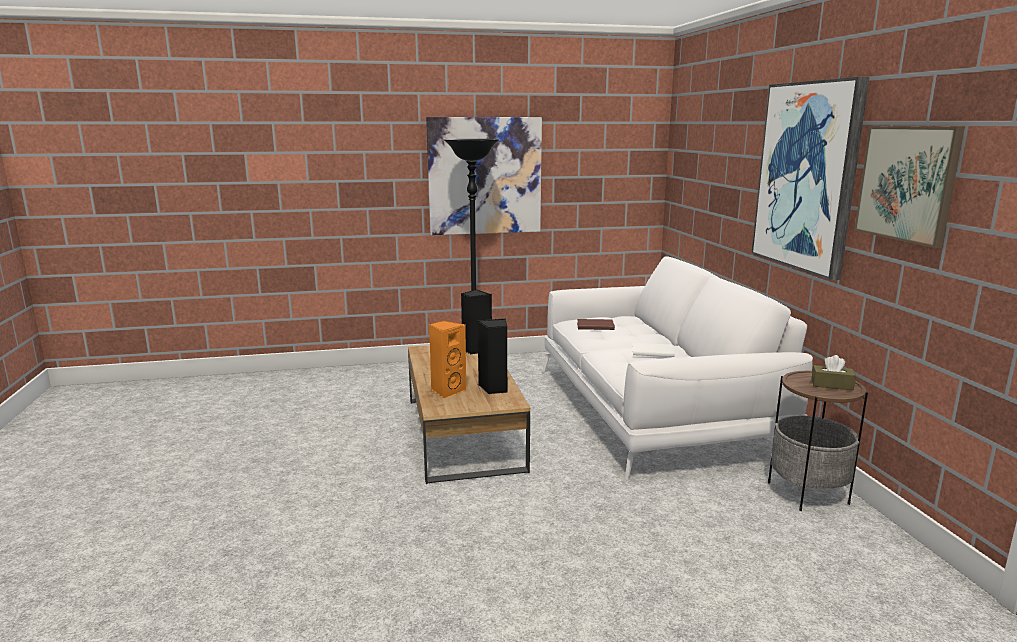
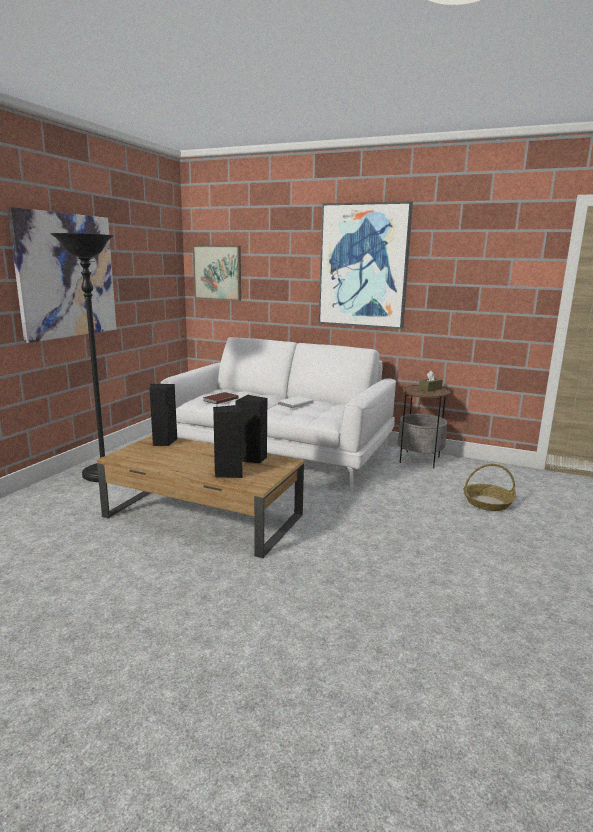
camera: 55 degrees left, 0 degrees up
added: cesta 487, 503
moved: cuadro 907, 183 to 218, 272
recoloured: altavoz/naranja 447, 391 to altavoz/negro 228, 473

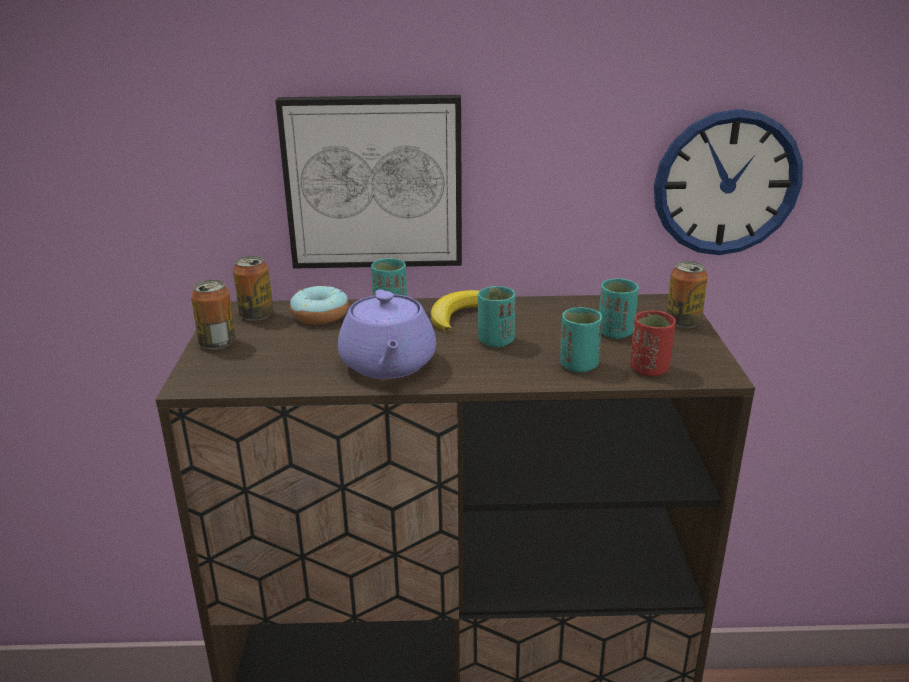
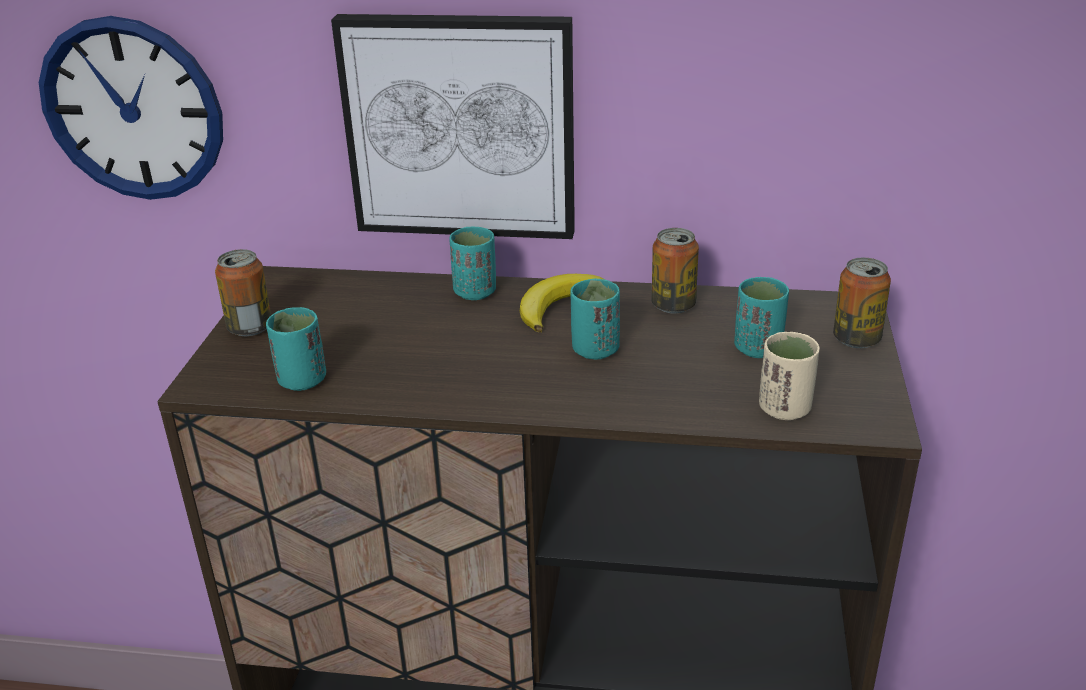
camera: 10 degrees right, 5 degrees up
removed: rosquilla 320, 315; tetera/morado 388, 365
moved: reloj de pared 726, 184 to 133, 110; taza/turquesa 578, 365 to 302, 380; lata 256, 315 to 673, 305
recoloured: taza/rojo 649, 369 to taza/beis 784, 409

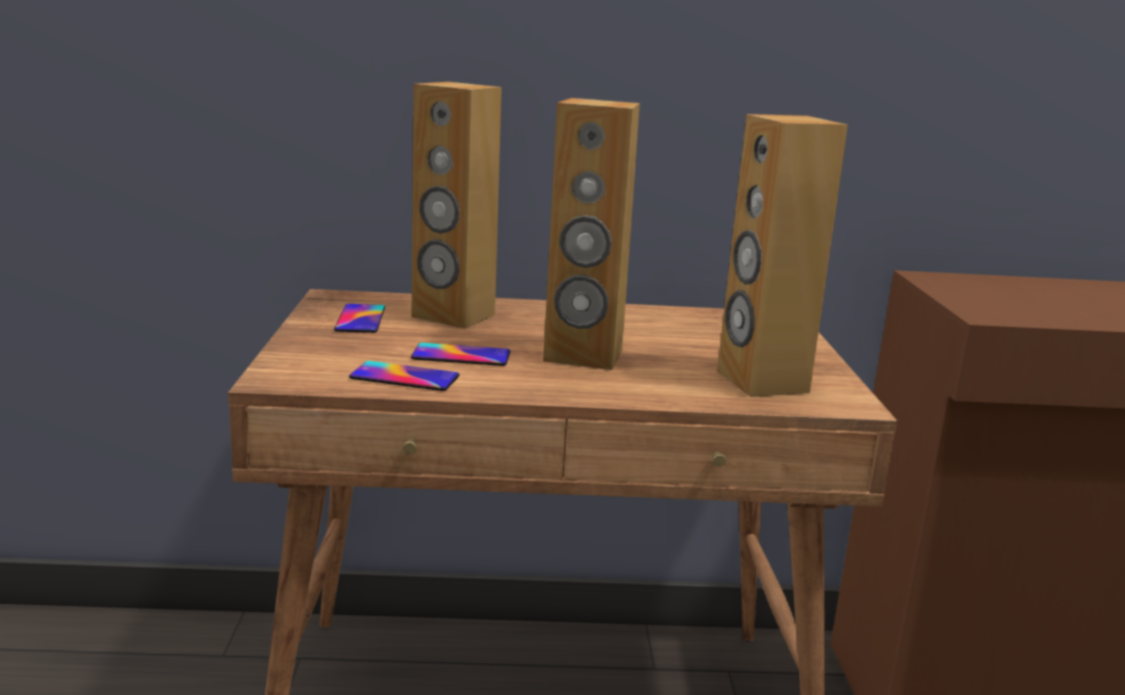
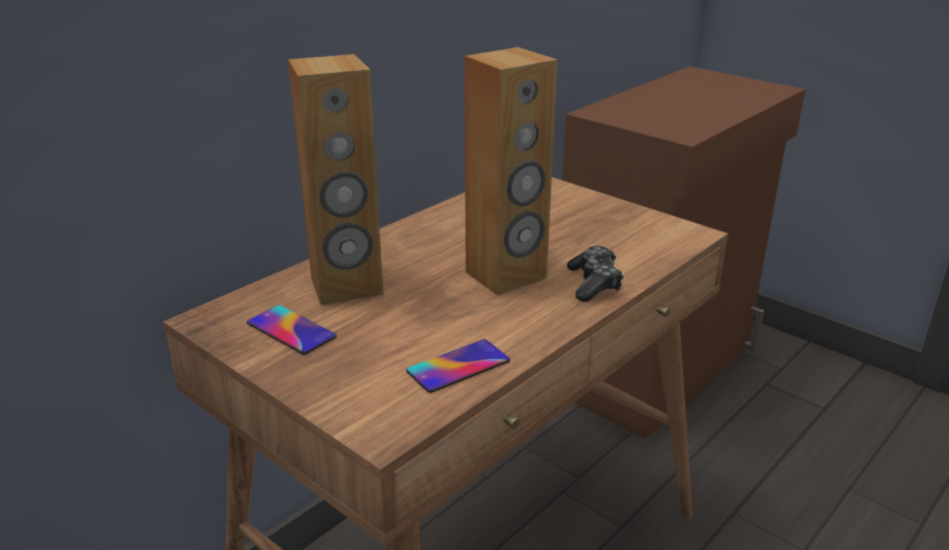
camera: 45 degrees left, 10 degrees up
removed: móvil 461, 356; altavoz/marrón 761, 382
added: mando de consola 594, 284

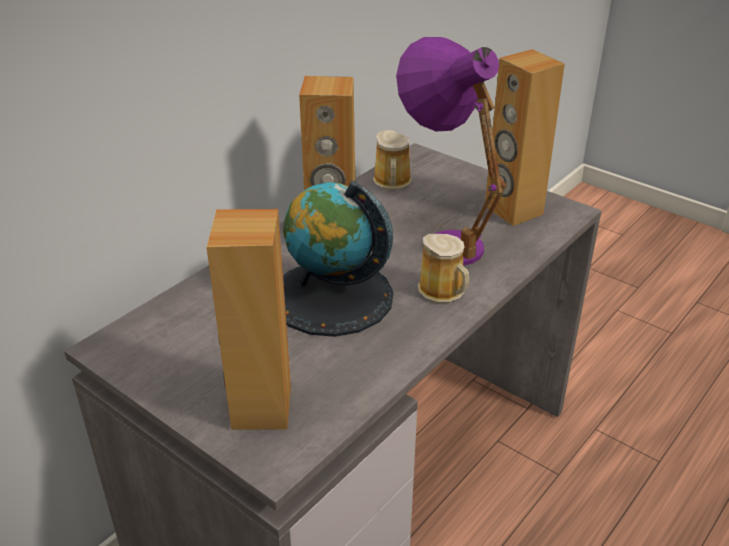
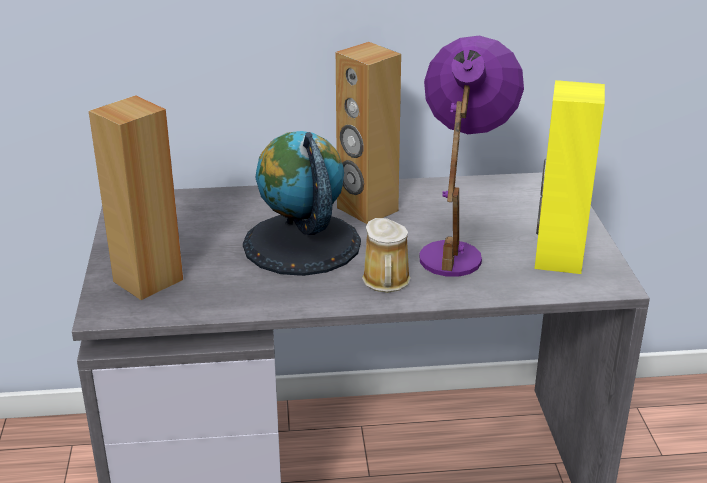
camera: 45 degrees right, 5 degrees down
removed: taza grande 392, 182
recoloured: altavoz/marrón 513, 210 to altavoz/amarillo 557, 258

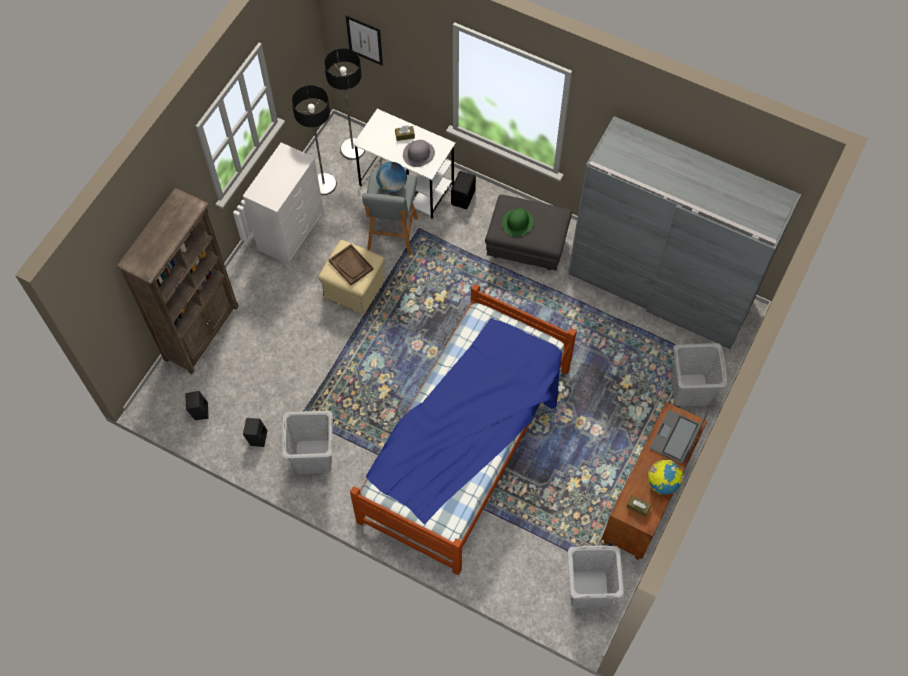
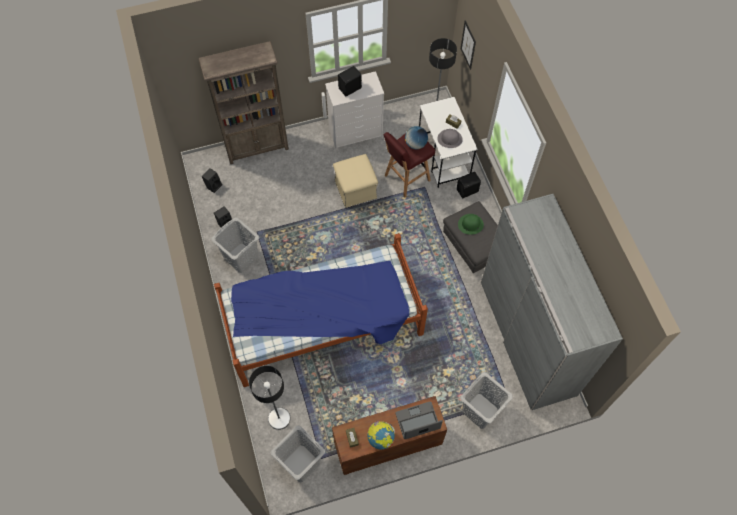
camera: 45 degrees right, 0 degrees up
removed: bandeja/marrón 351, 265
added: altavoz/negro 350, 88
moved: lámpara de pie 323, 184 to 279, 418
recoloured: taburete/gris 392, 235 to taburete/rojo 406, 178

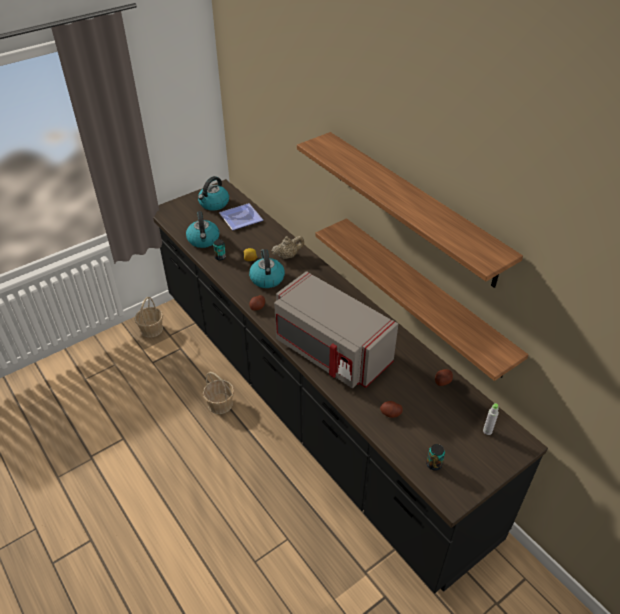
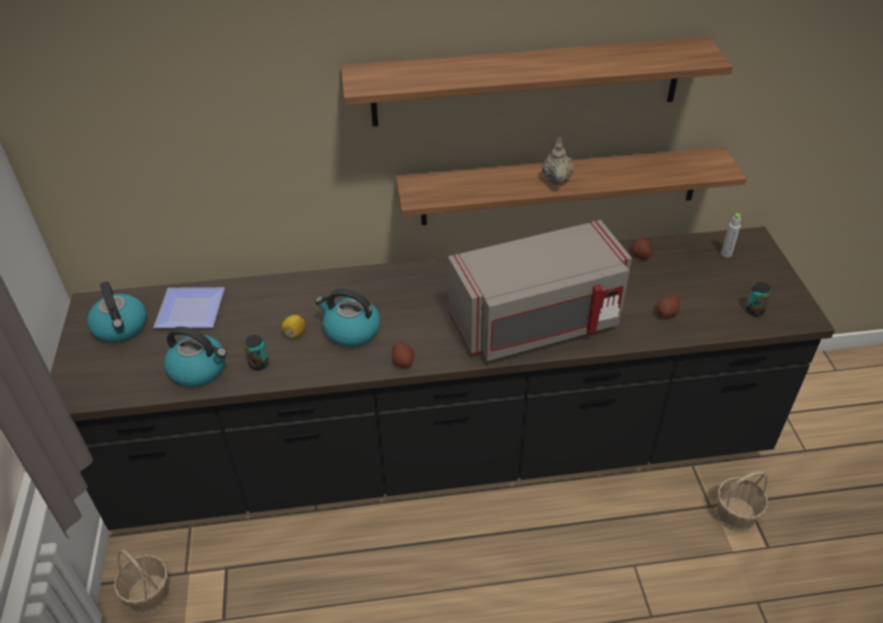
camera: 60 degrees left, 0 degrees up
moved: tetera/beis 288, 256 to 556, 178; cesta 220, 404 to 735, 515

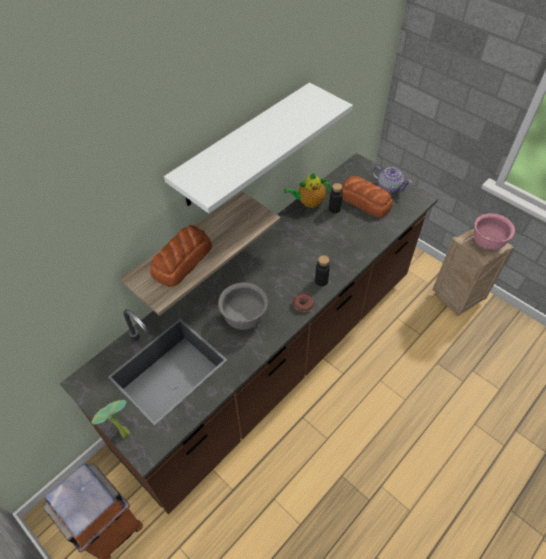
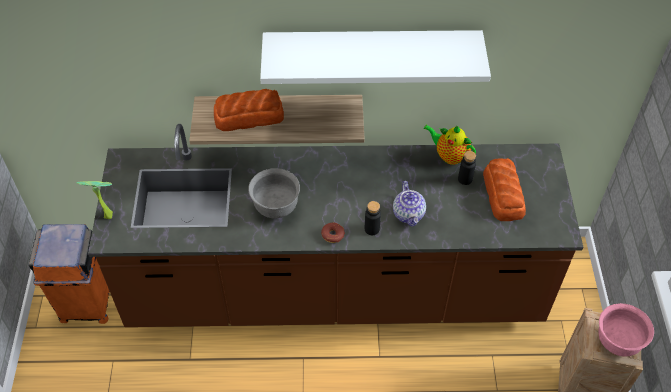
camera: 45 degrees right, 0 degrees up
moved: tetera 389, 187 to 409, 214

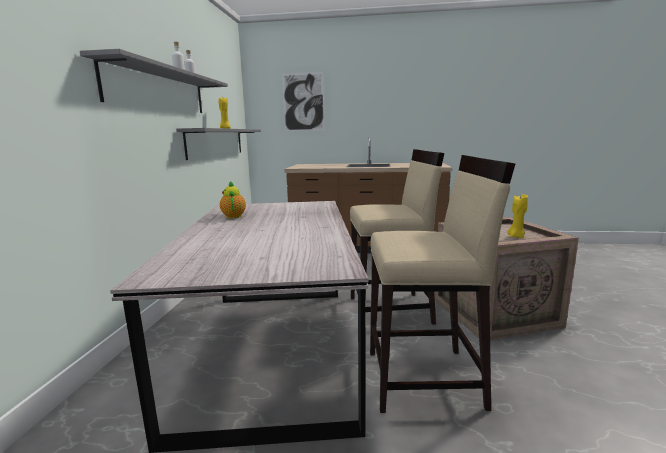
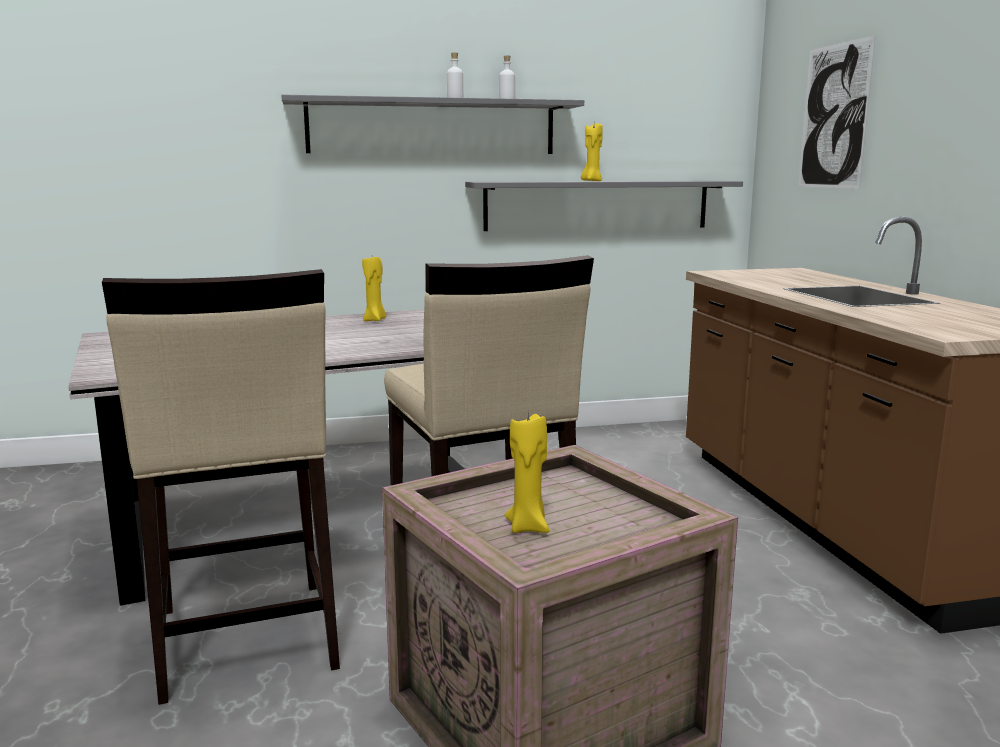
camera: 70 degrees right, 0 degrees up
replaced: tetera 233, 216 to vela/amarillo 375, 320

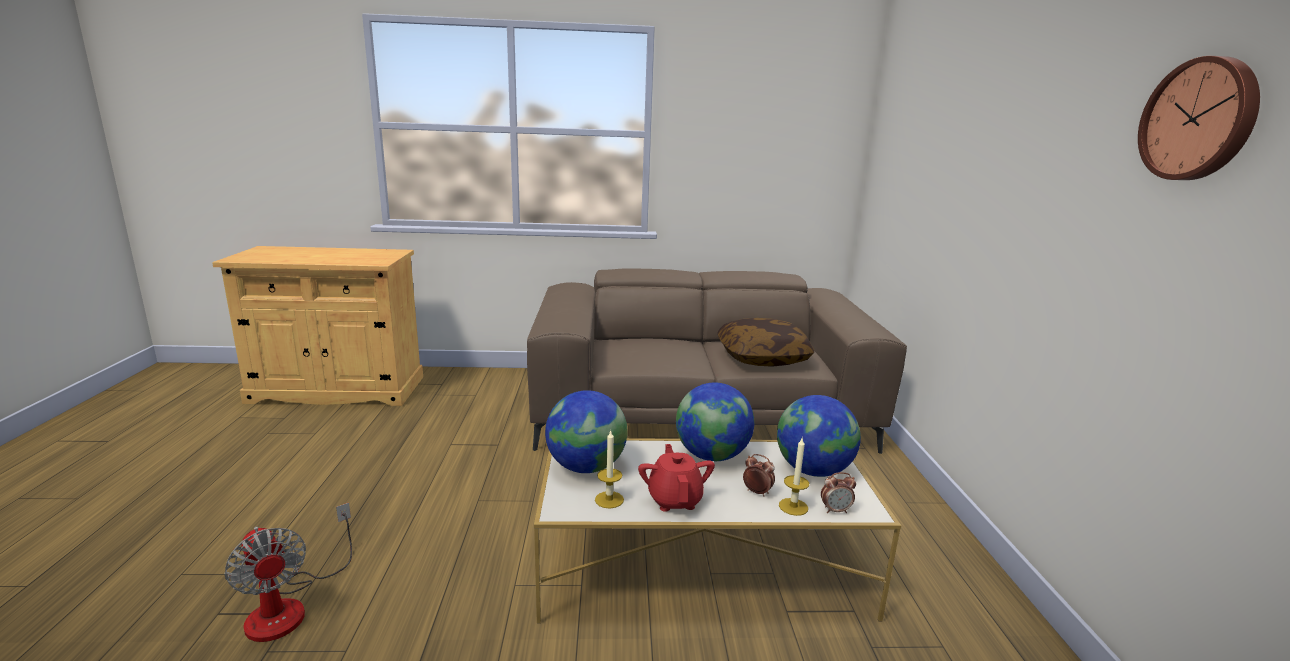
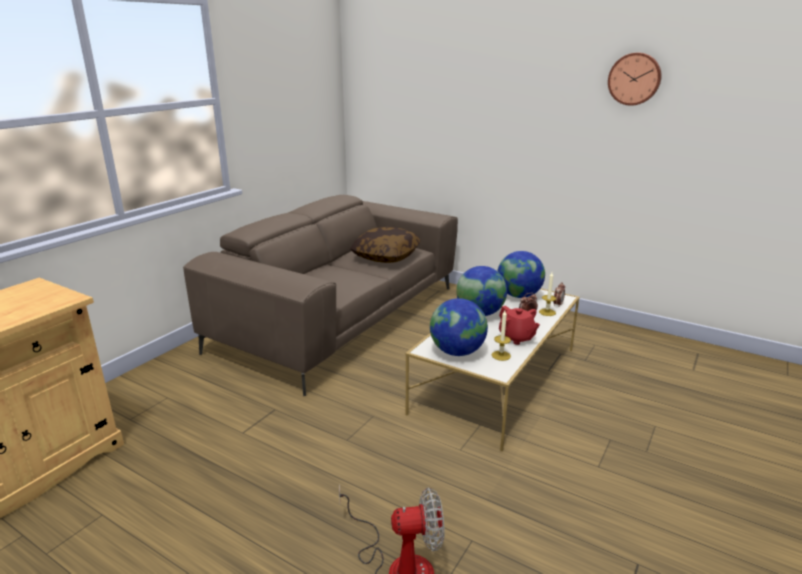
camera: 55 degrees left, 5 degrees up
turned: tetera/rojo 675, 500 = 516, 338 150 degrees counterclockwise

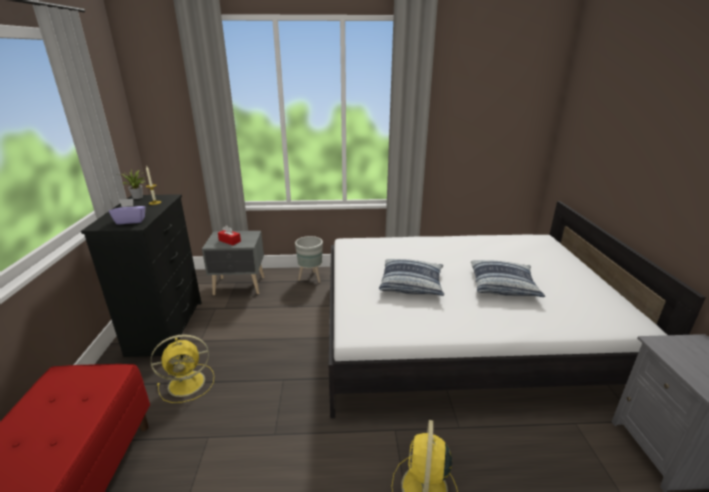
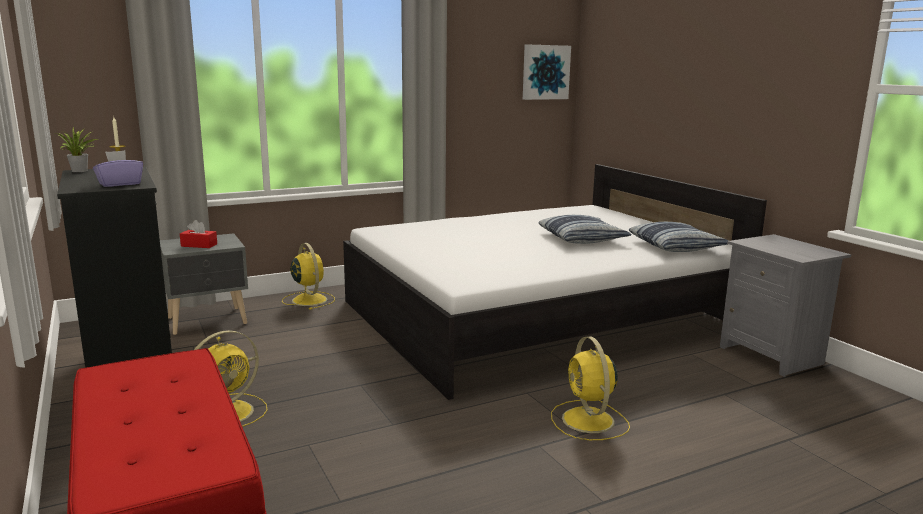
camera: 25 degrees left, 10 degrees down
added: cuadro 545, 72
moved: cojín 412, 284 to 676, 246
replaced: maceta/gris 310, 278 to ventilador/amarillo 309, 300

